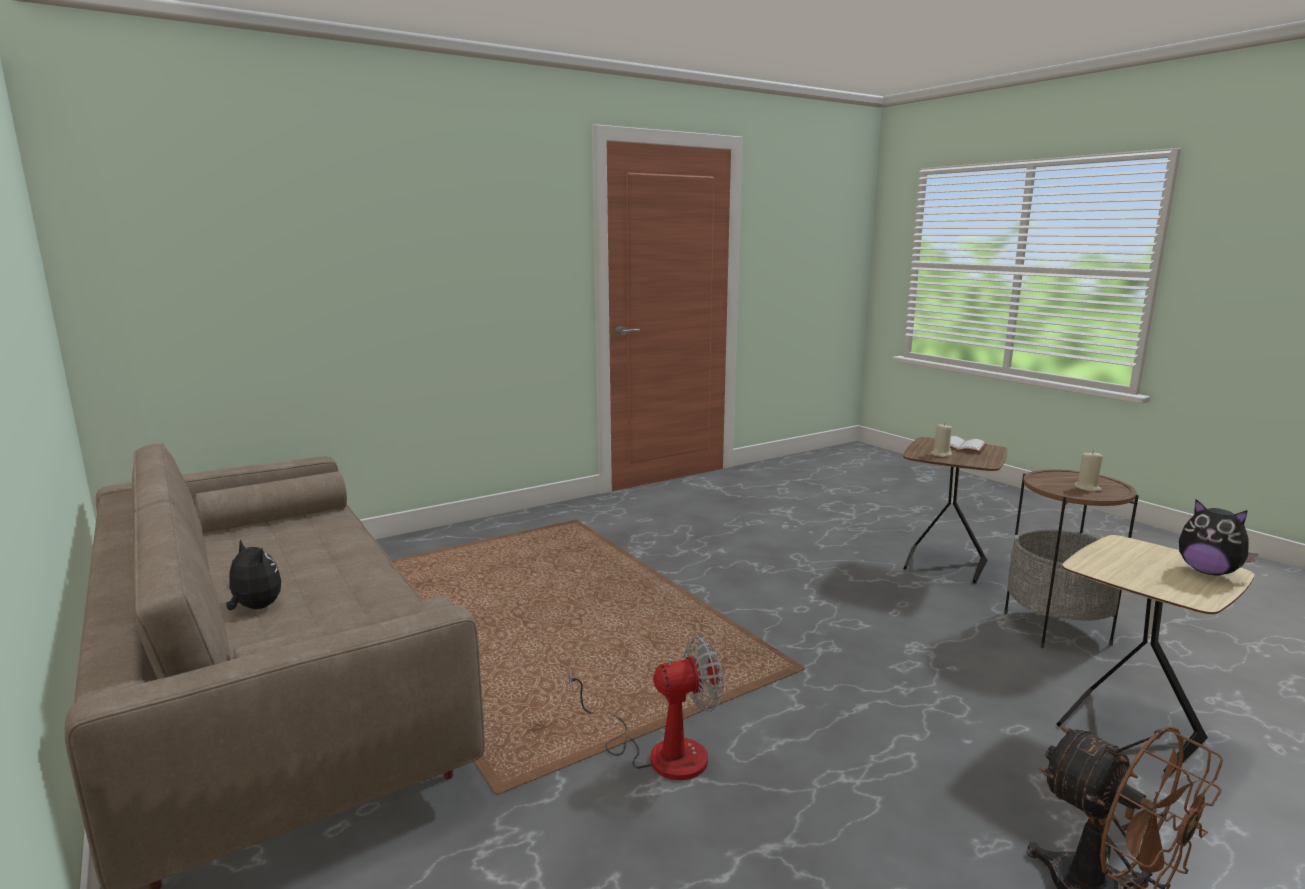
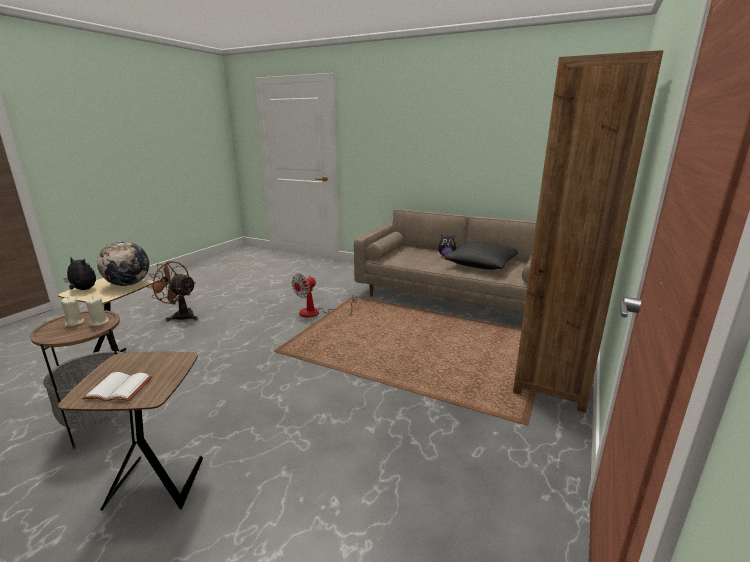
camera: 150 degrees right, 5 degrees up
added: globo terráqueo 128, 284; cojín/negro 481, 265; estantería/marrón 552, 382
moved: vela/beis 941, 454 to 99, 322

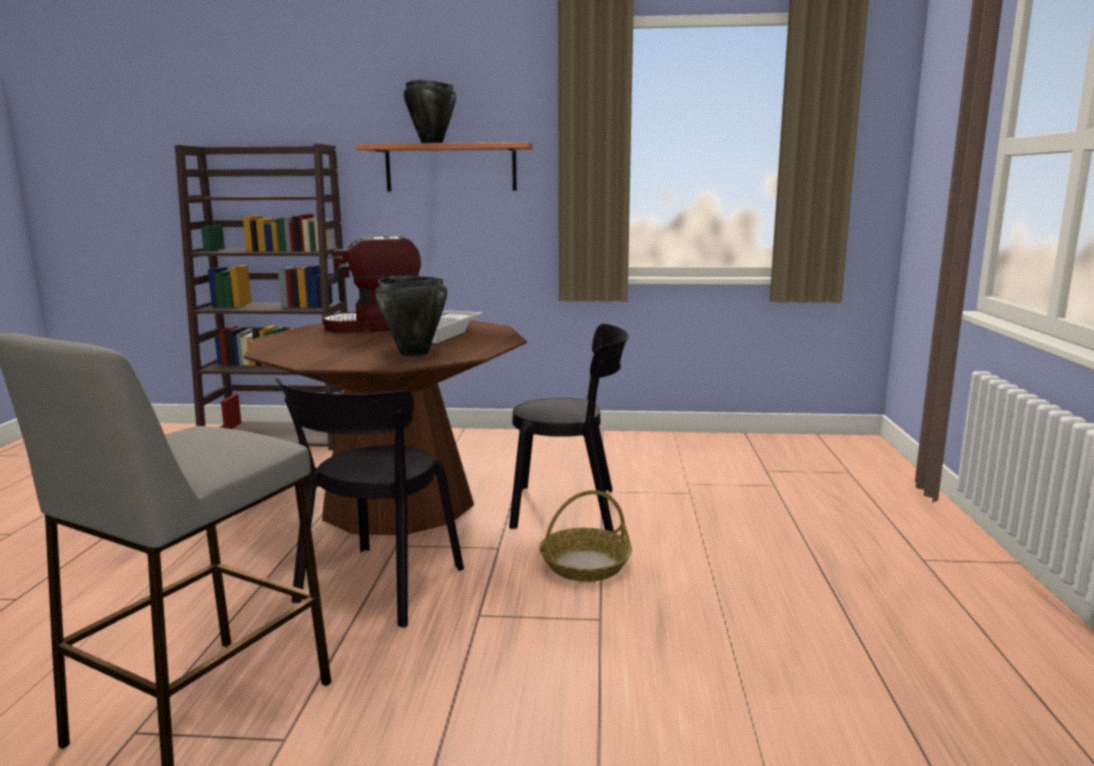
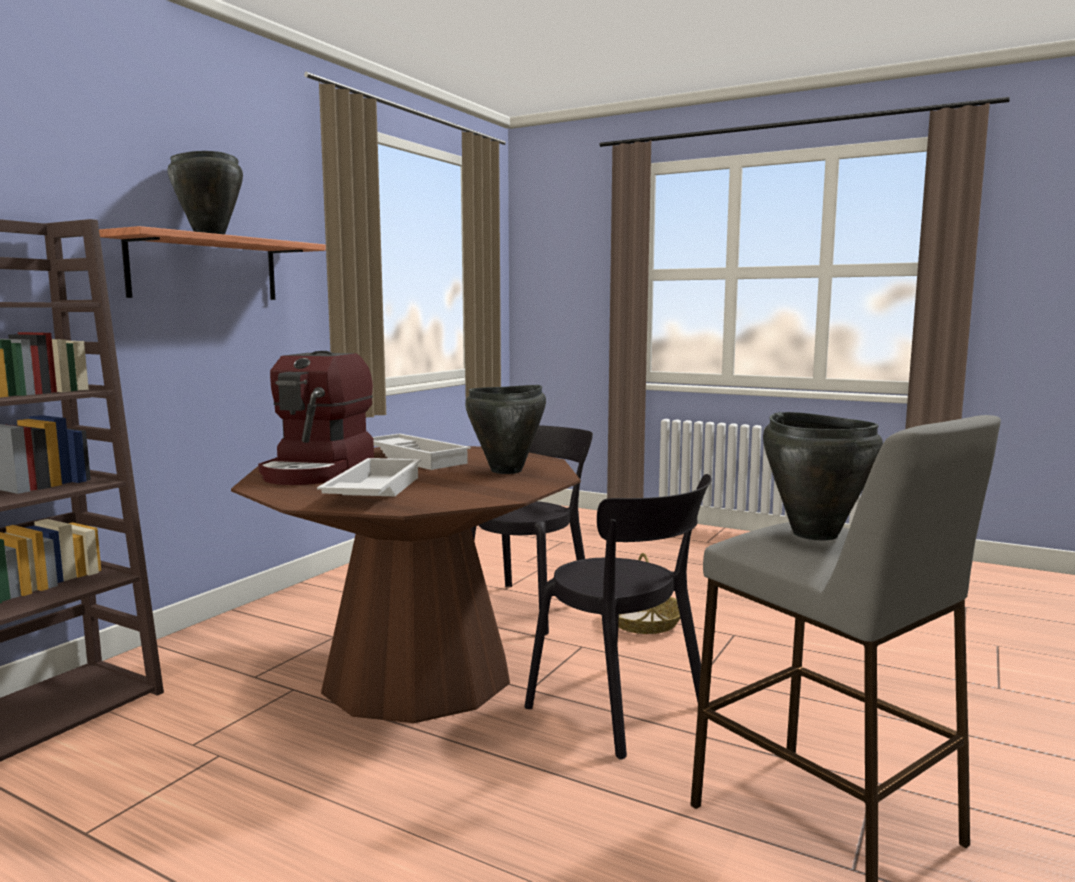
camera: 65 degrees left, 5 degrees down
added: bandeja/blanco 372, 491; olla/negro 815, 534

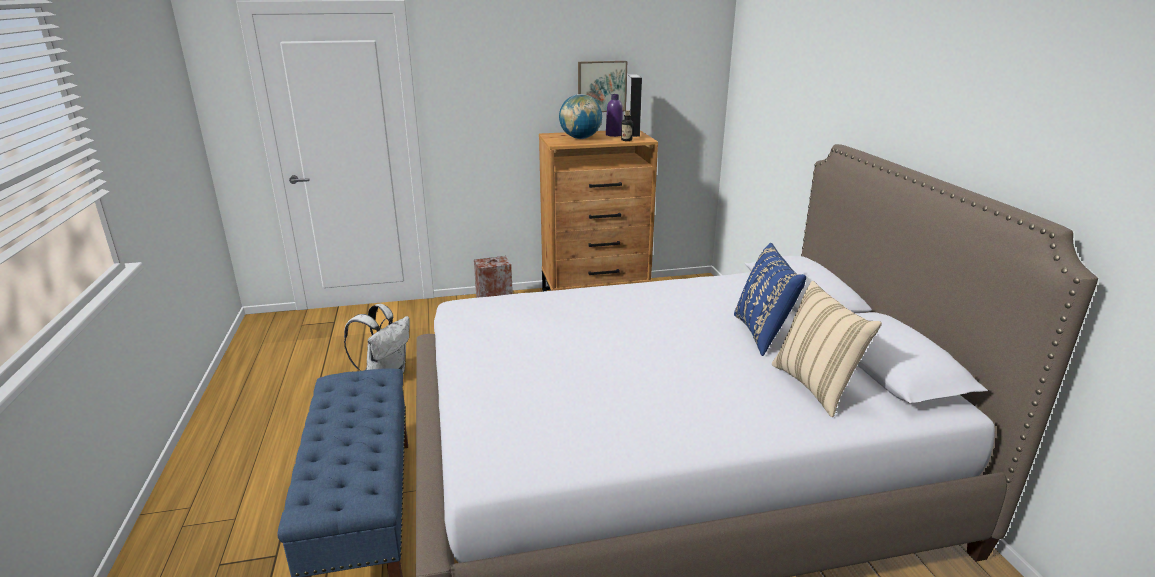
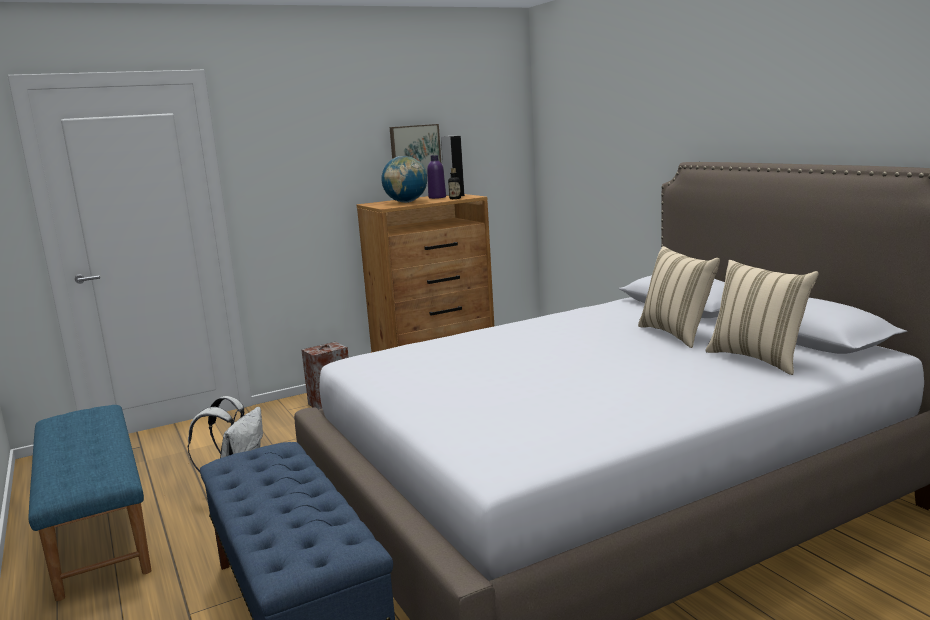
camera: 15 degrees left, 10 degrees down
added: banco/azul 96, 528
recoloured: cojín/azul 763, 333 to cojín/beis 677, 334

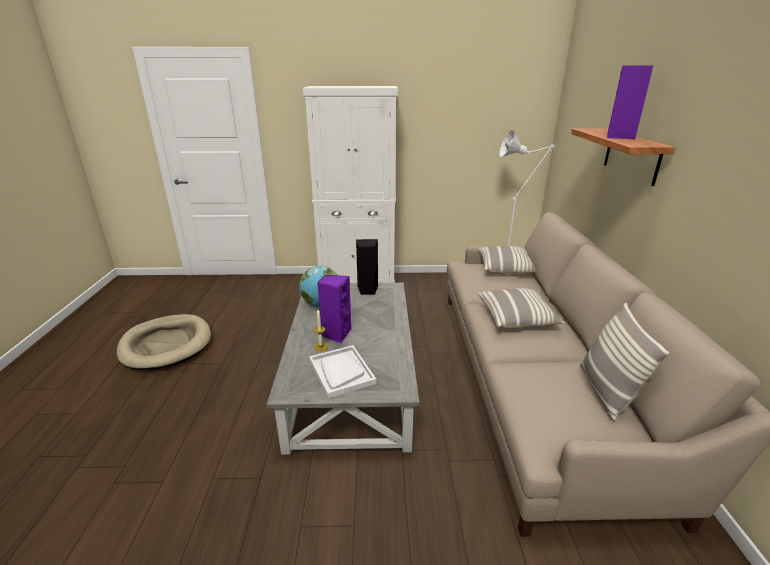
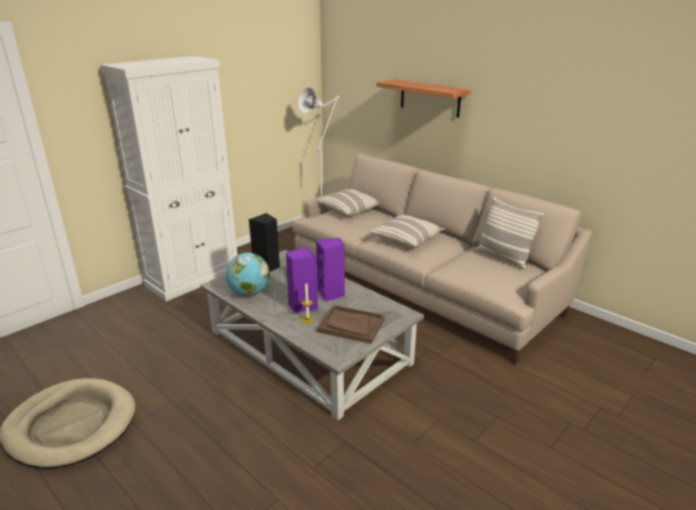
camera: 45 degrees left, 0 degrees up
moved: altavoz/morado 620, 137 to 331, 294
recoloured: bandeja/blanco 341, 372 to bandeja/marrón 351, 325

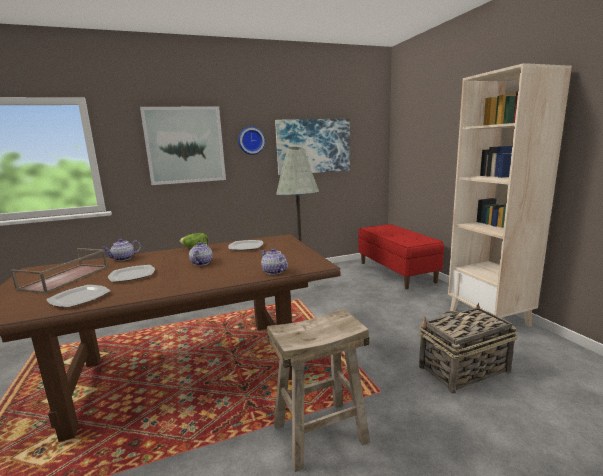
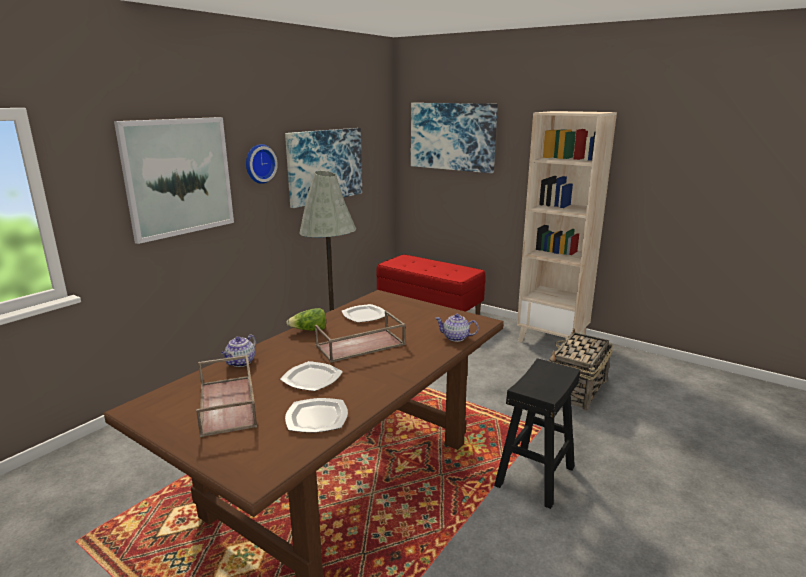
camera: 35 degrees left, 5 degrees up
added: cuadro 452, 136
replaced: tetera 201, 263 to bandeja/marrón 360, 346
recoloured: taburete/beis 320, 433 to taburete/negro 535, 476

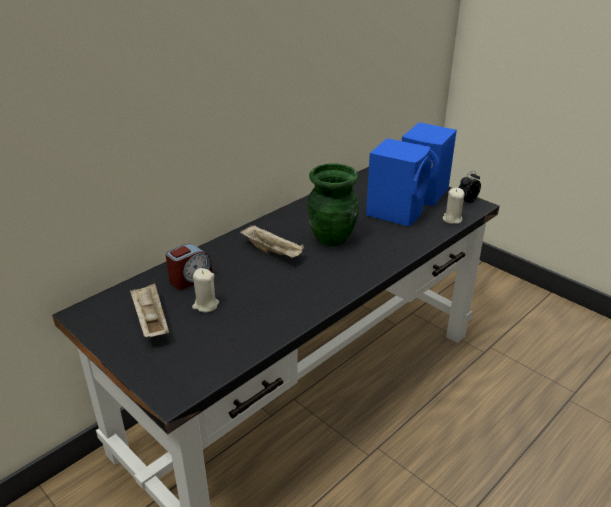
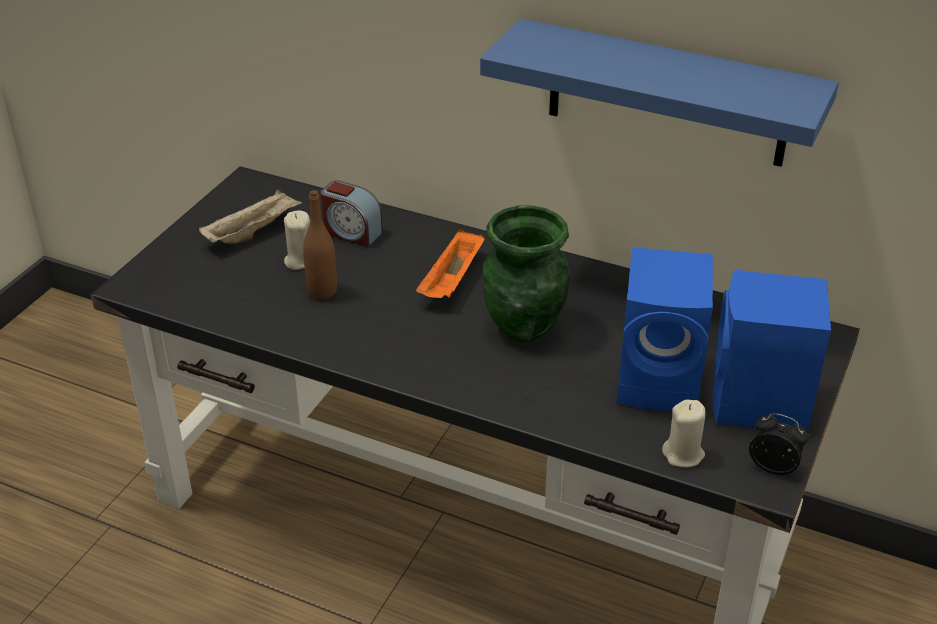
camera: 70 degrees right, 5 degrees up
added: botella/marrón 322, 291; estante/azul 667, 94
recoloured: bandeja/beis 273, 252 to bandeja/naranja 452, 281

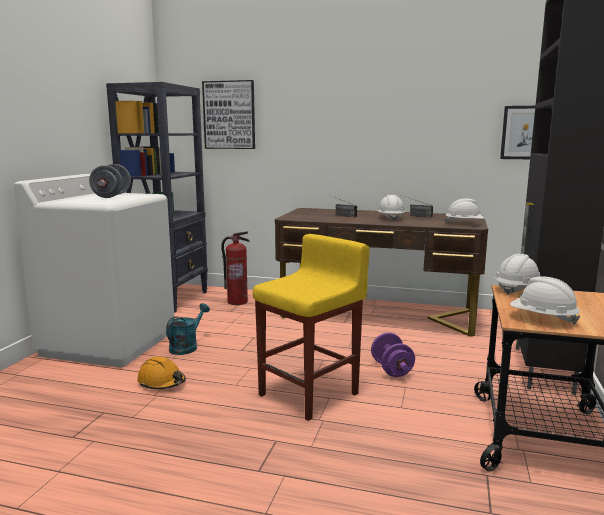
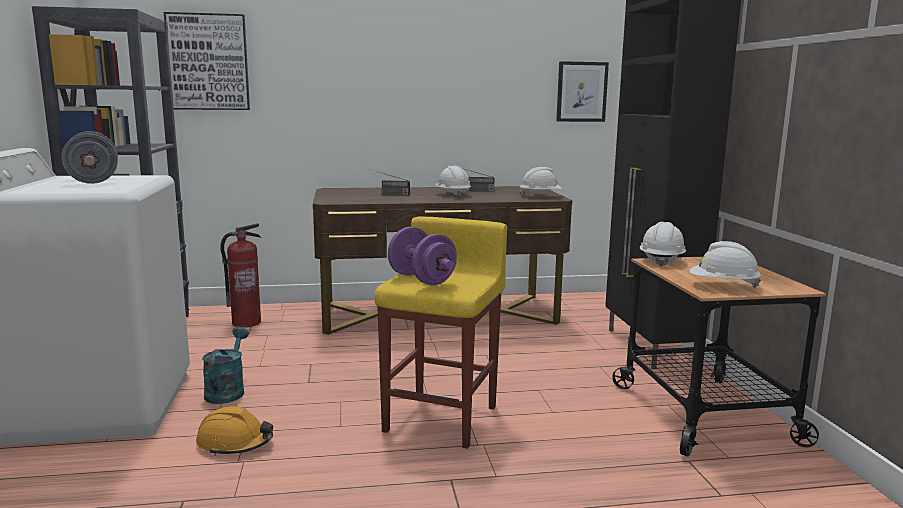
camera: 25 degrees left, 0 degrees up
moved: mancuerna/morado 391, 369 to 421, 279

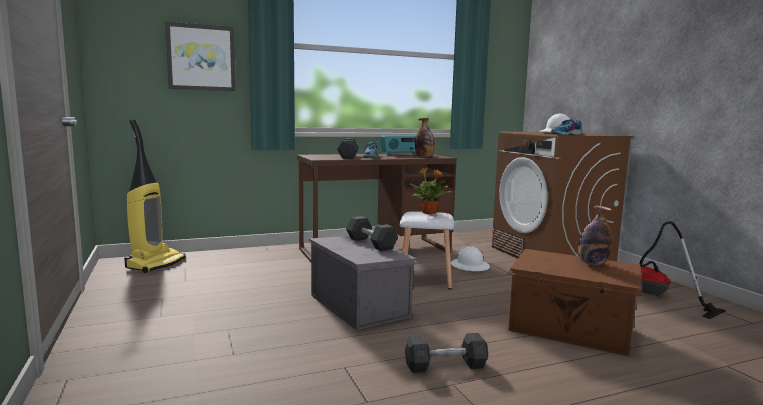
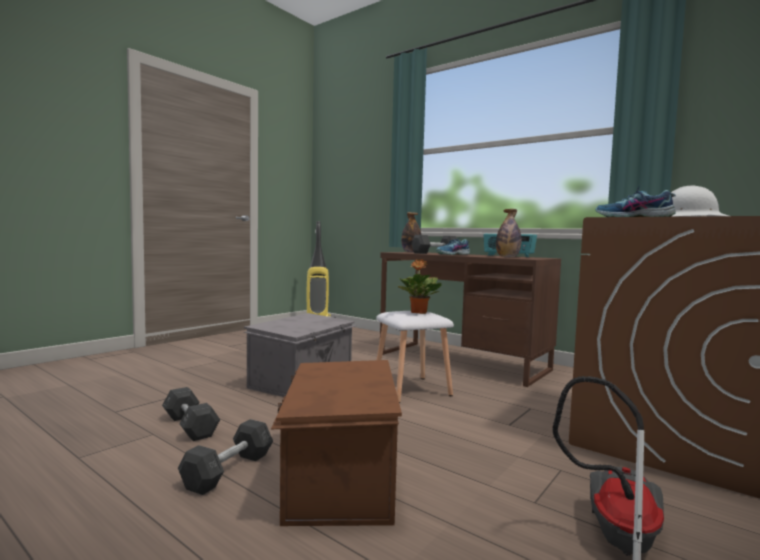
camera: 60 degrees right, 5 degrees down
removed: cuadro 201, 57; casco/blanco 470, 266
moved: mancuerna/gris 371, 243 to 228, 471; botella 592, 263 to 411, 252

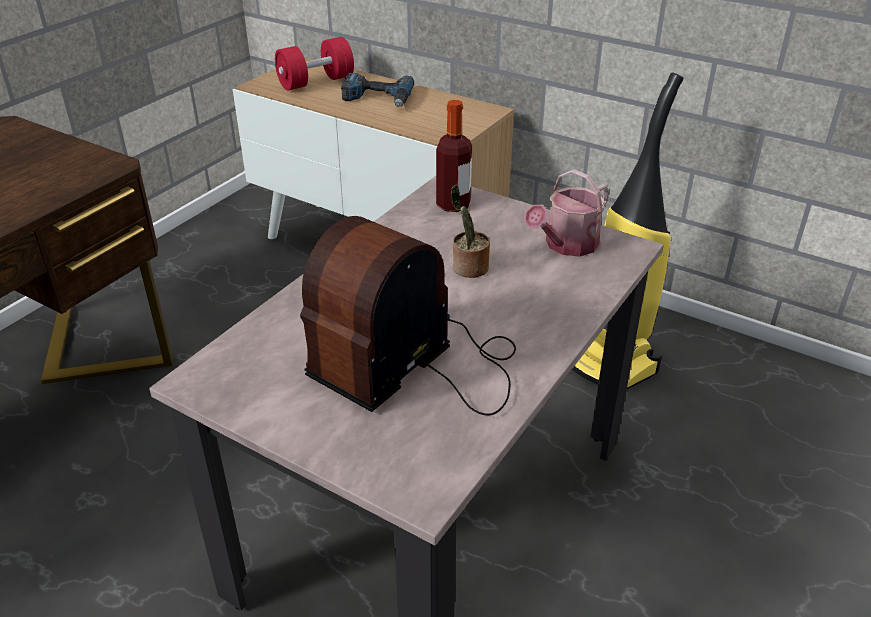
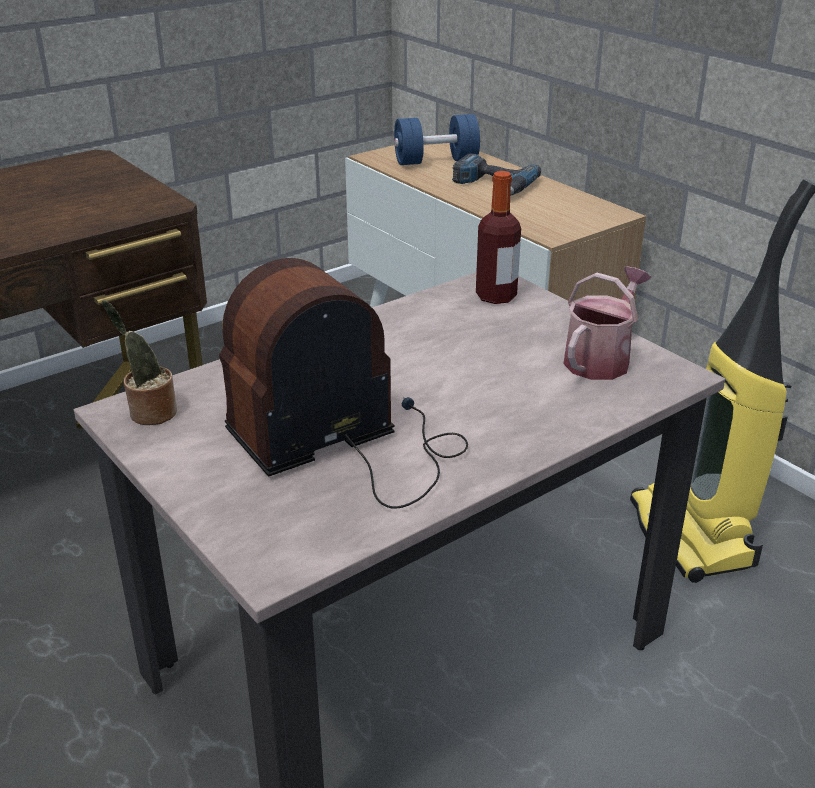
camera: 20 degrees right, 5 degrees down
moved: planta en maceta 468, 268 to 149, 413
recoloured: mancuerna/rojo 316, 82 to mancuerna/azul 436, 161
turned: regadera 566, 245 = 601, 358 150 degrees clockwise

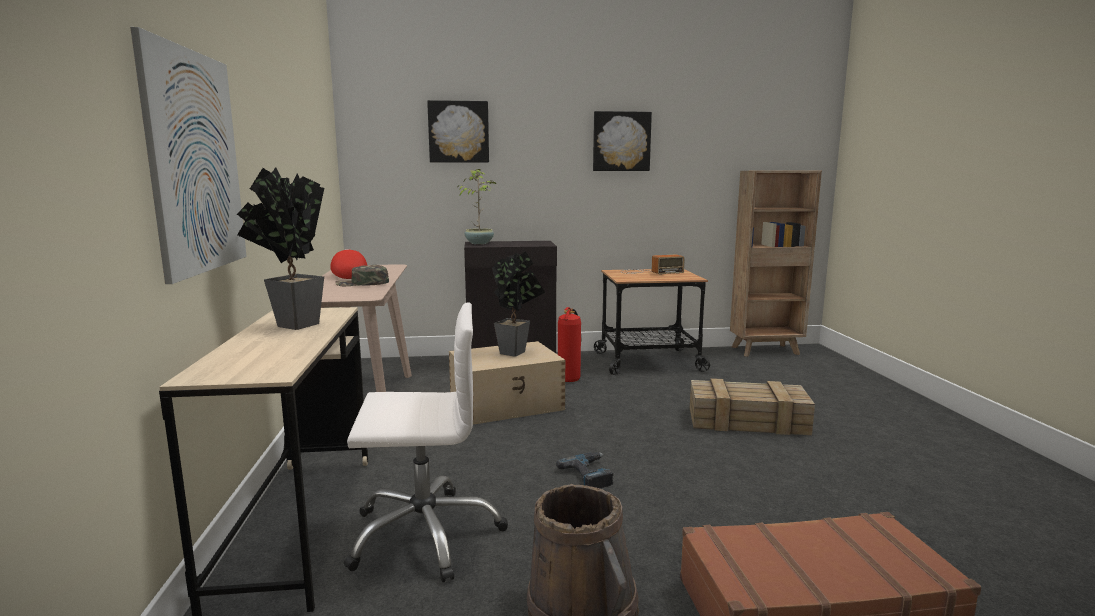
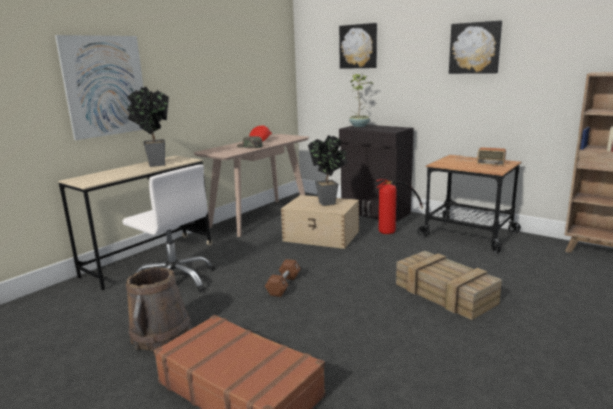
camera: 45 degrees right, 5 degrees up
replaced: taladro 591, 475 to mancuerna/marrón 283, 285

